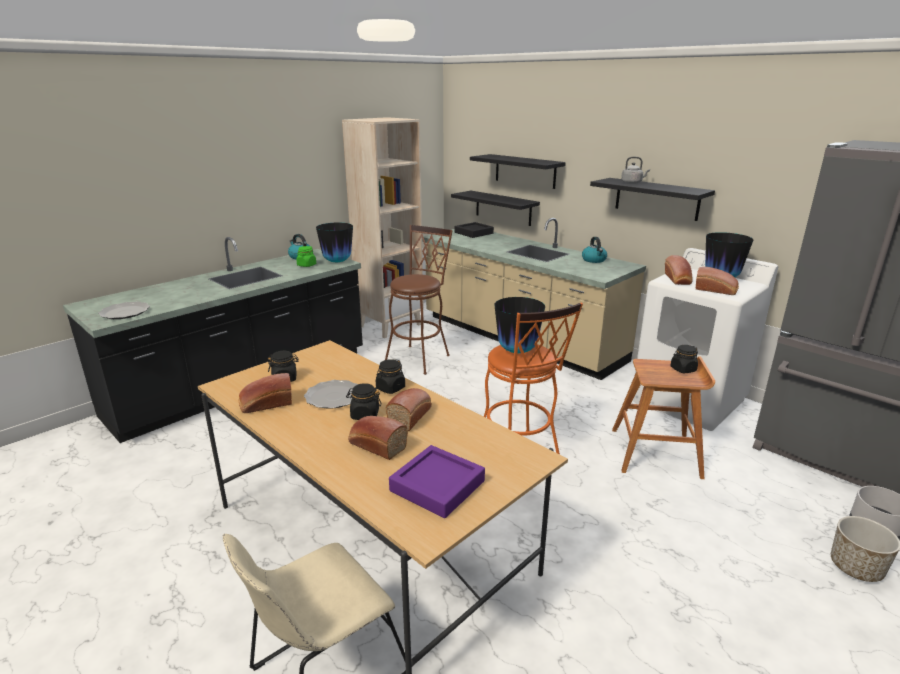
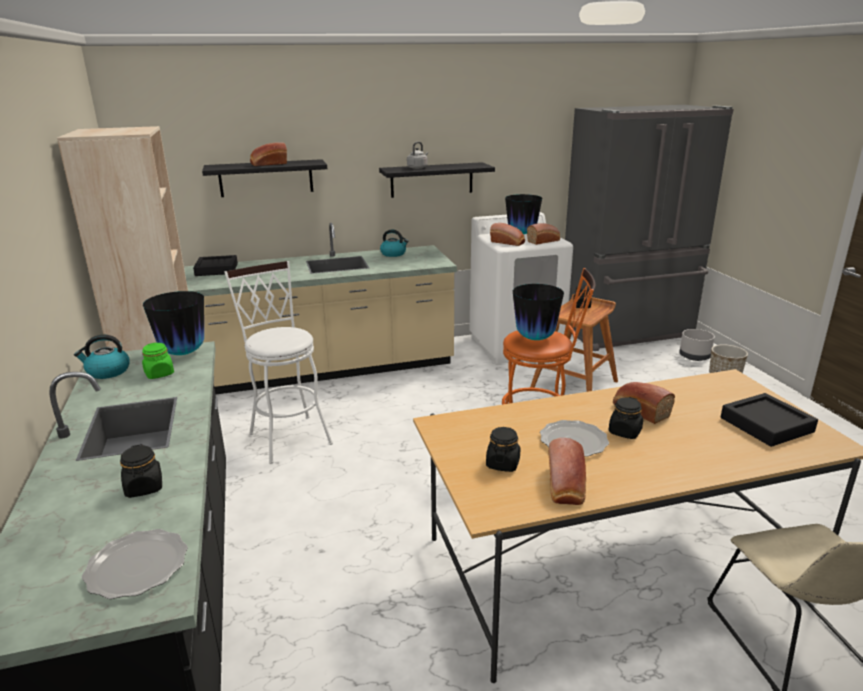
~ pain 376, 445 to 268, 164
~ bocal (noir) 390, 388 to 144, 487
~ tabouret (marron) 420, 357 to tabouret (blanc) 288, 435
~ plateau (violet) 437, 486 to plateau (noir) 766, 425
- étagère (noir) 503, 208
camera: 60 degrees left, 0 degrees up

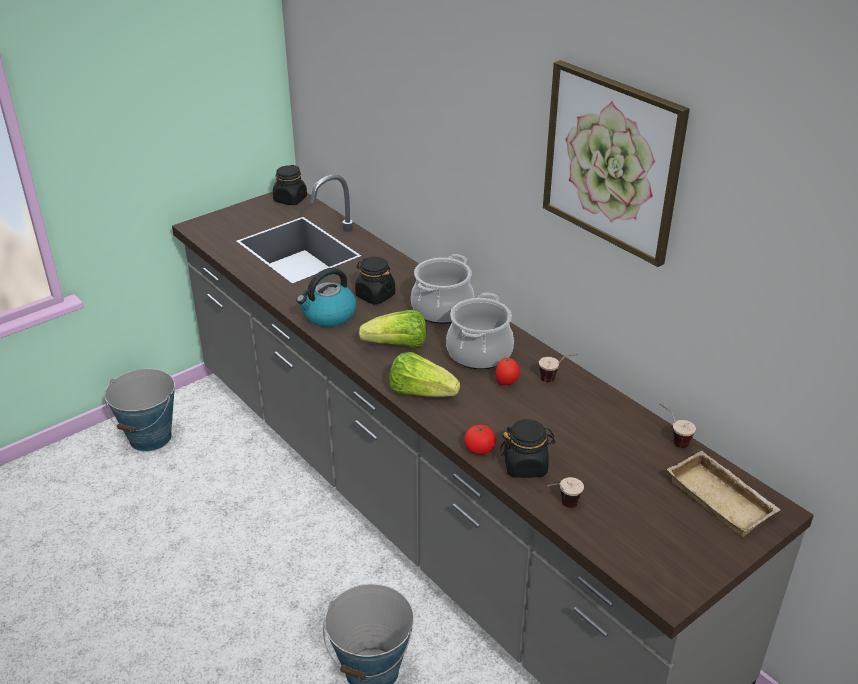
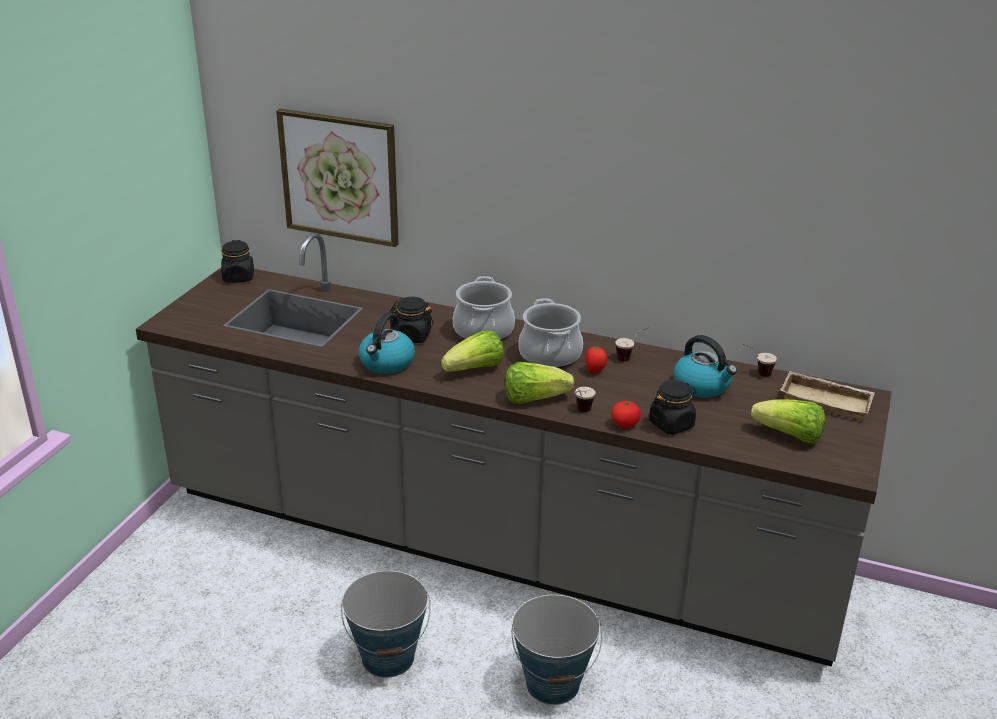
~ seau 150, 437 to 388, 658
~ tableau 612, 161 to 340, 177
~ tasse 562, 506 to 580, 413
+ bouilloire 702, 386
+ laitue 789, 436
camera: 30 degrees left, 5 degrees down

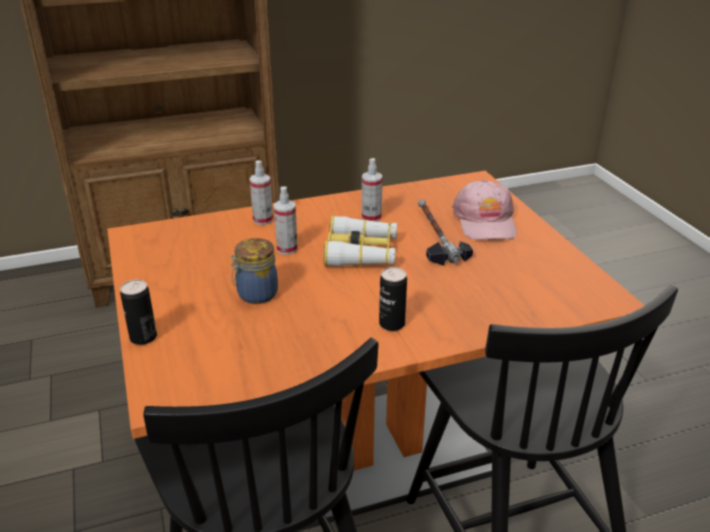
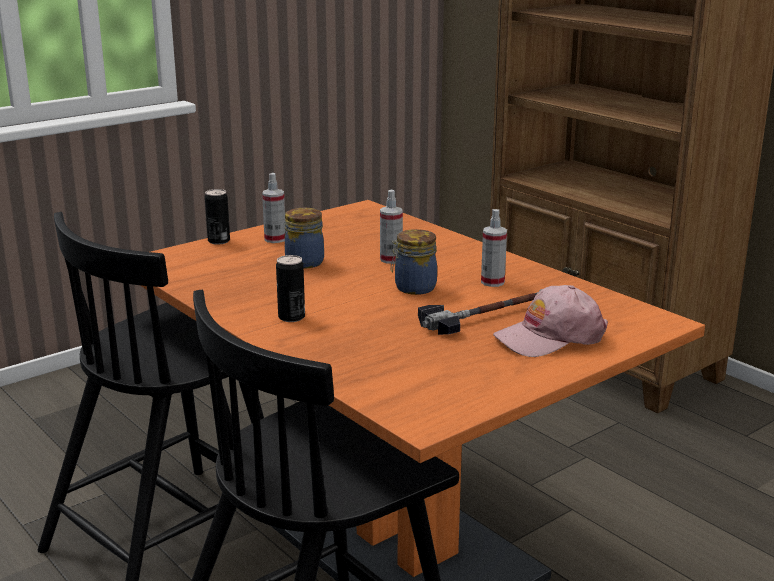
~ vaporisateur 263, 220 to 275, 239
~ jumelles 361, 252 to bocal 413, 288
camera: 70 degrees right, 10 degrees down

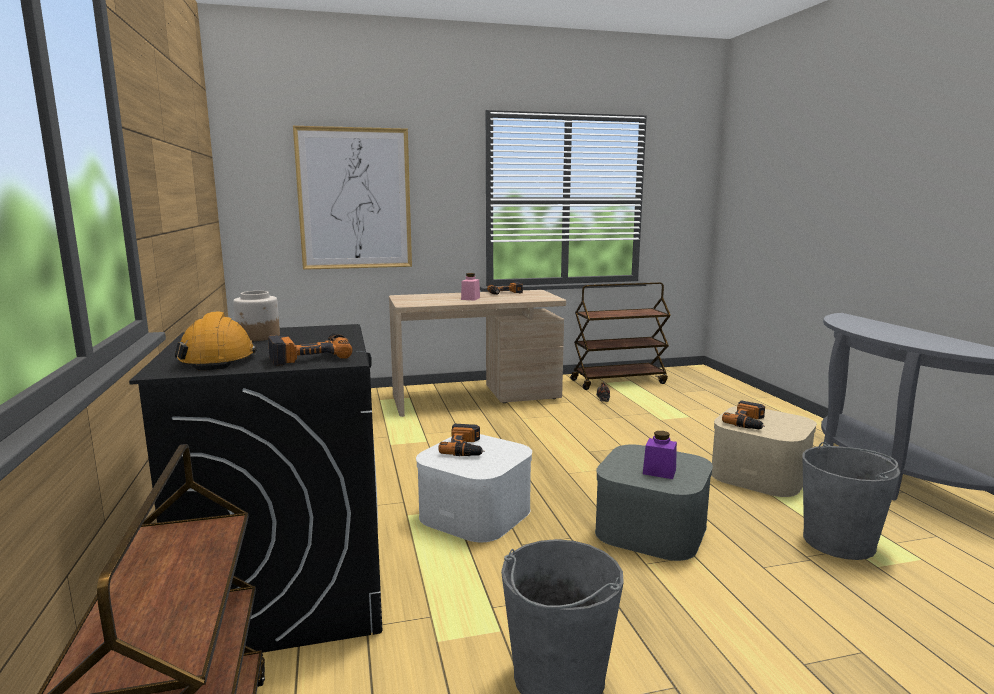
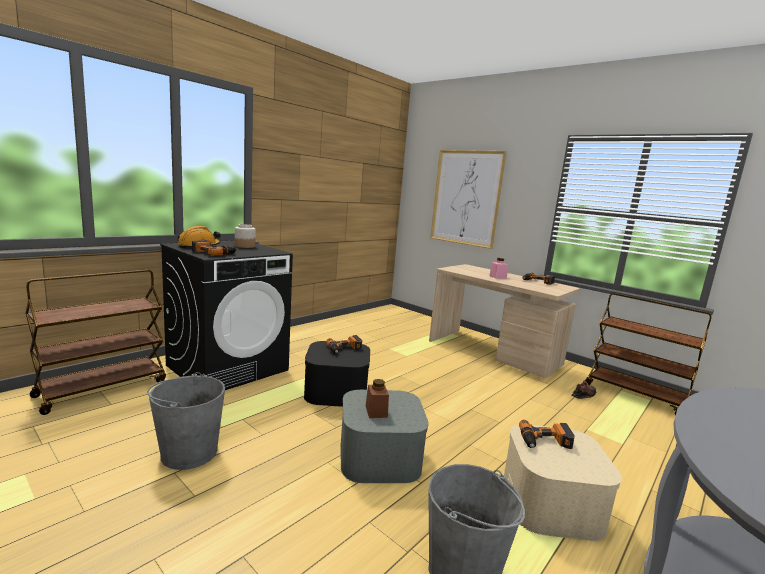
~ boîte de rangement (blanc) 475, 512 to boîte de rangement (noir) 336, 391
~ bocal (violet) 659, 472 to bocal (marron) 376, 411
camera: 55 degrees right, 0 degrees up

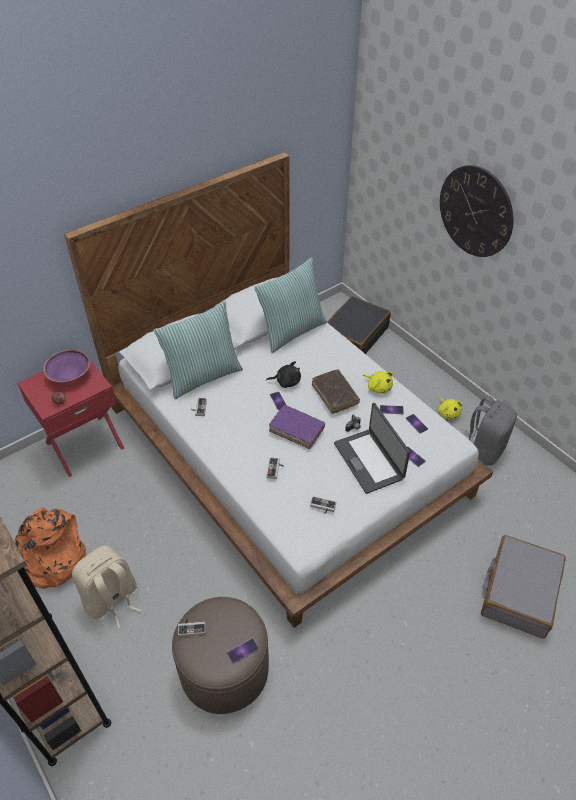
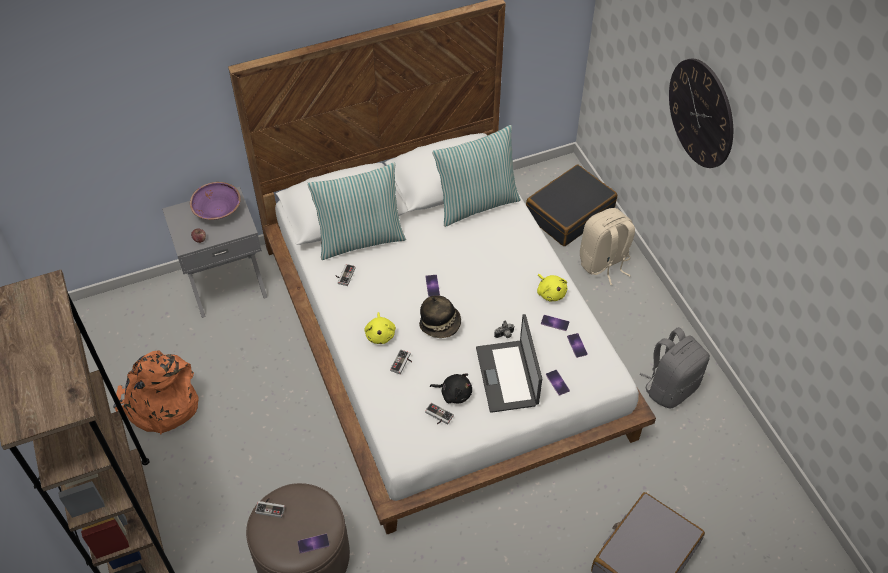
~ table de chevet (rouge) 84, 444 to table de chevet (gris) 226, 283
~ sac à dos (beige) 112, 600 to 604, 263
~ peluche (noir) 286, 381 to 454, 393
~ livre (violet) 296, 430 to chapeau 440, 324
- livre (marron) 335, 395
~ peluche (jaune) 448, 412 to 380, 334
camera: 15 degrees right, 5 degrees up

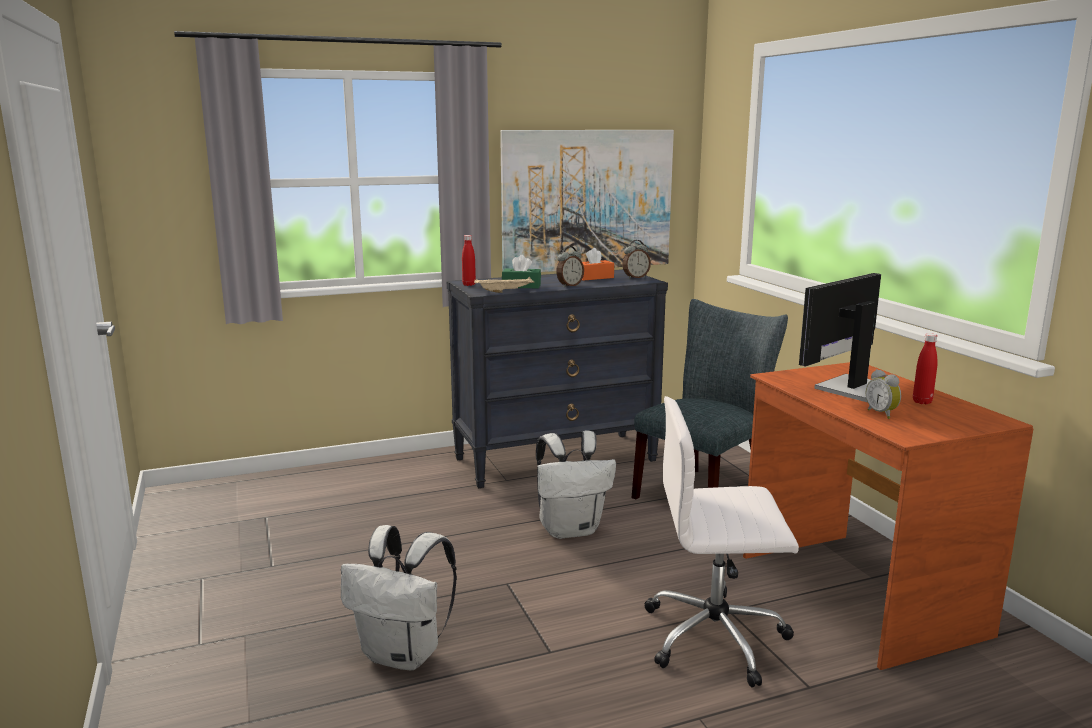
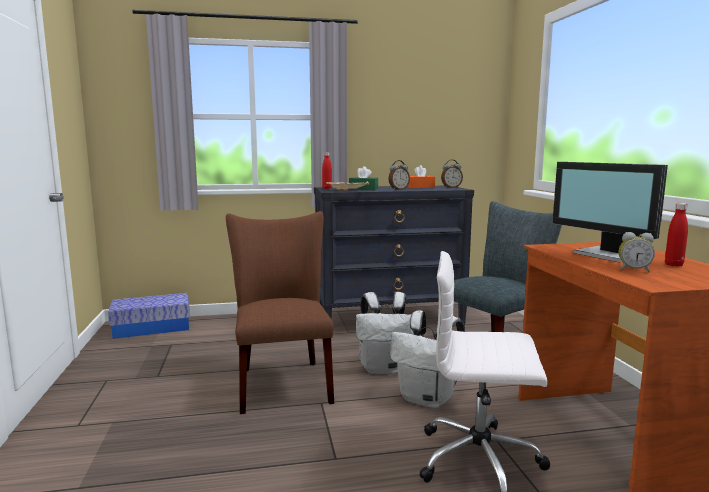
~ sac à dos (blanc) 404, 654 to 428, 399
- tableau 587, 200
~ écran d'ordinateur 852, 388 = 610, 255 90 degrees counterclockwise
~ réveil 882, 414 = 633, 270 60 degrees counterclockwise
+ boîte de rangement 152, 328
+ chaise (marron) 282, 382
camera: 10 degrees right, 5 degrees down

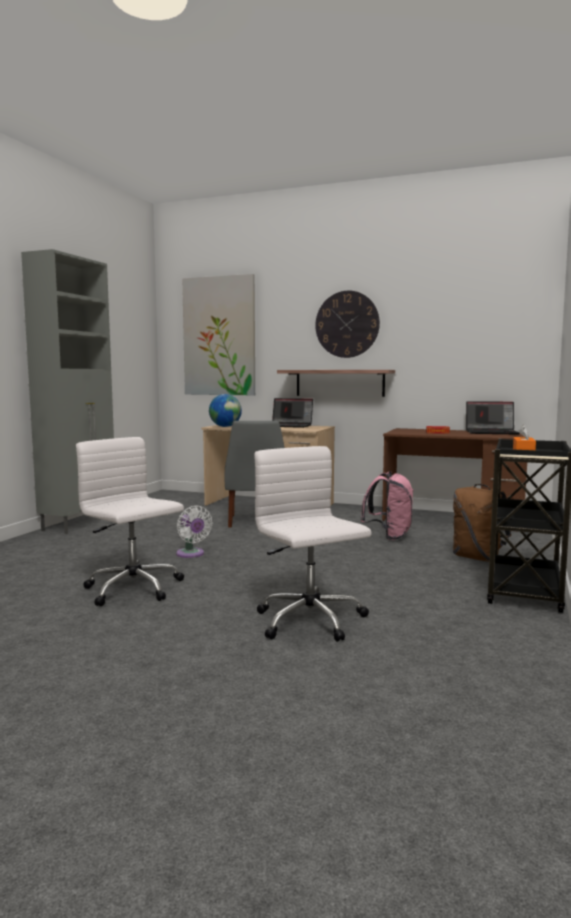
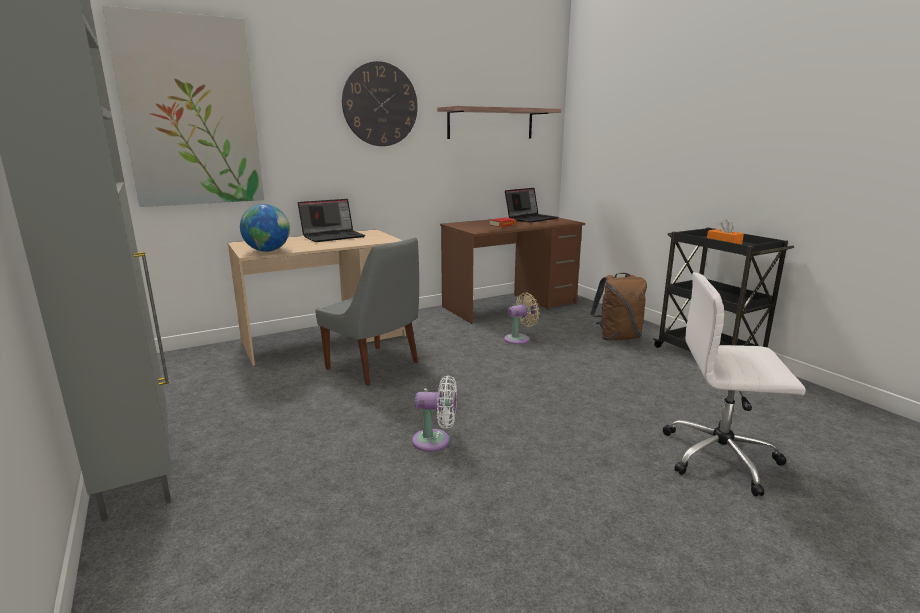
- chaise de bureau (blanc) 134, 589
~ étagère 339, 383 to 491, 123
~ sac à dos (rose) 389, 536 to ventilateur (beige) 519, 339
camera: 50 degrees left, 10 degrees up

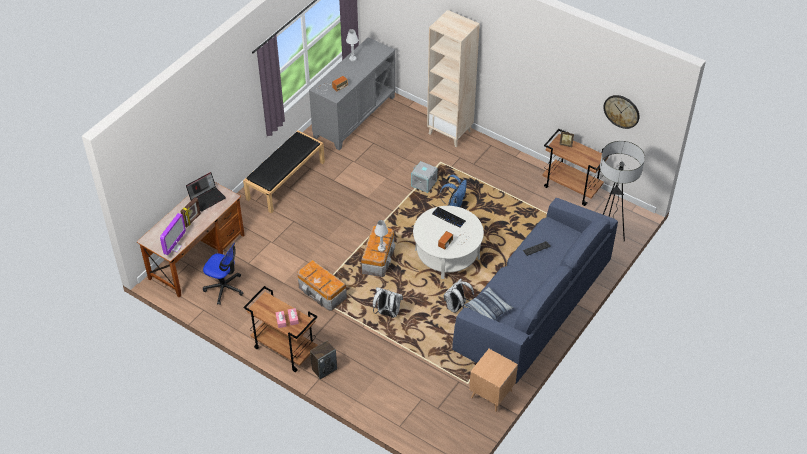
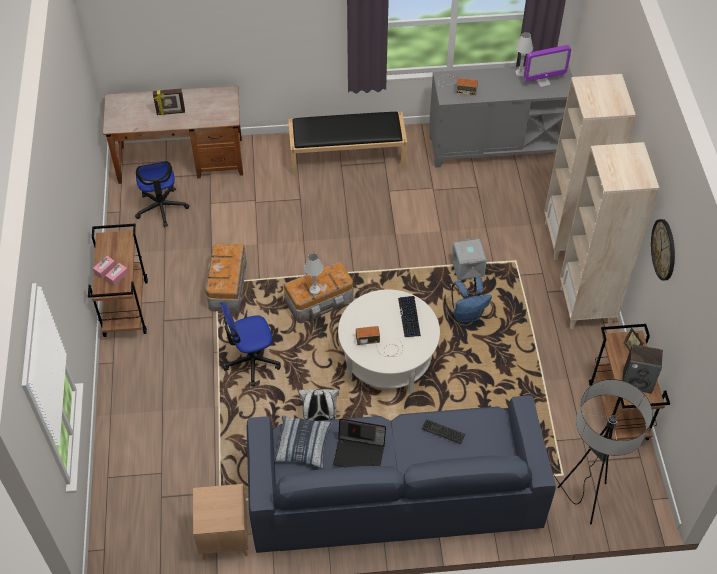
~ écran d'ordinateur 175, 247 to 543, 82
~ ordinateur portable 207, 198 to 360, 453
~ enceinte 324, 369 to 637, 381
~ sac à dos (blanc) 387, 313 to chaise de bureau 252, 361
~ horloge murale 621, 111 to 664, 249
+ bibliothèque (beige) 586, 307
camera: 50 degrees right, 5 degrees up

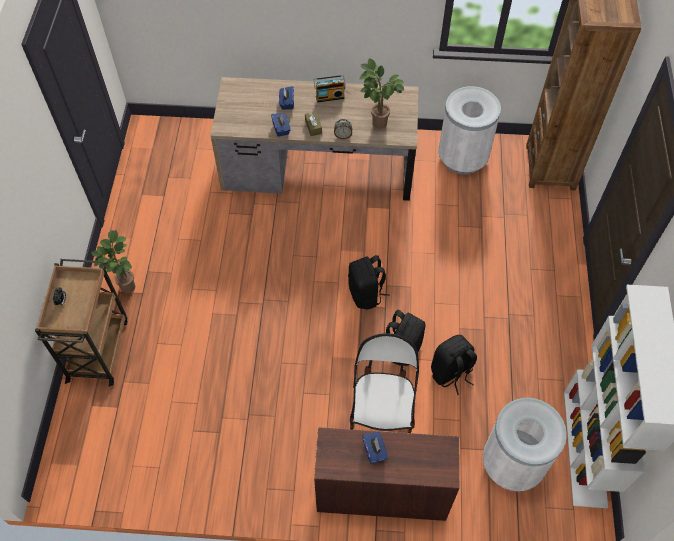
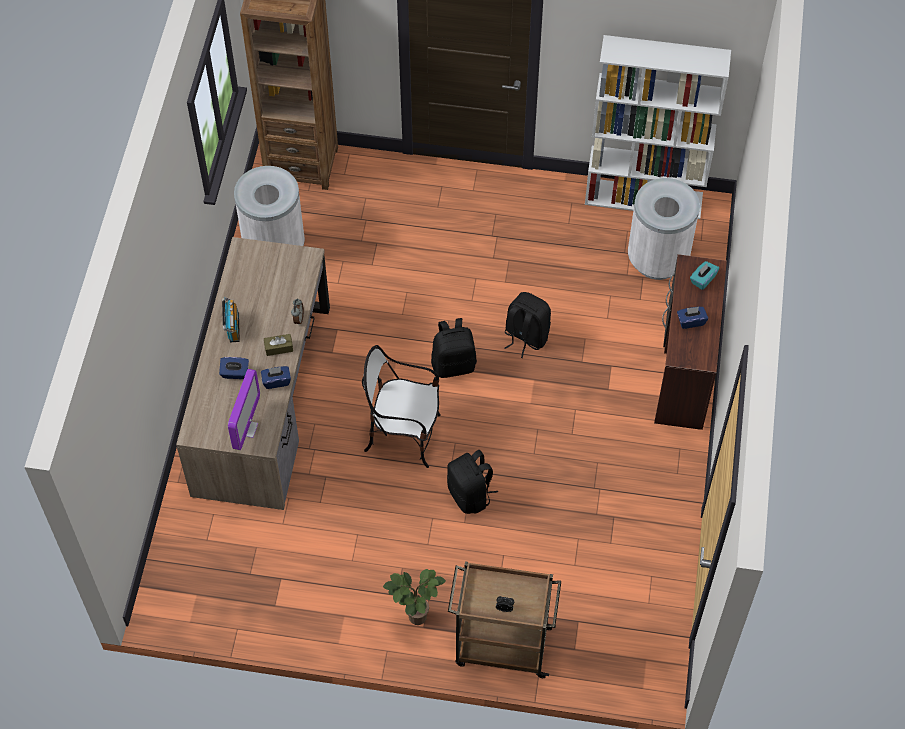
~ chaise 381, 418 to 404, 435
- plante en pot 377, 123
~ sac à dos (noir) 451, 373 to 470, 495
+ écran d'ordinateur 246, 428
+ boîte à mouchoirs (turquoise) 702, 279
camera: 85 degrees left, 0 degrees up

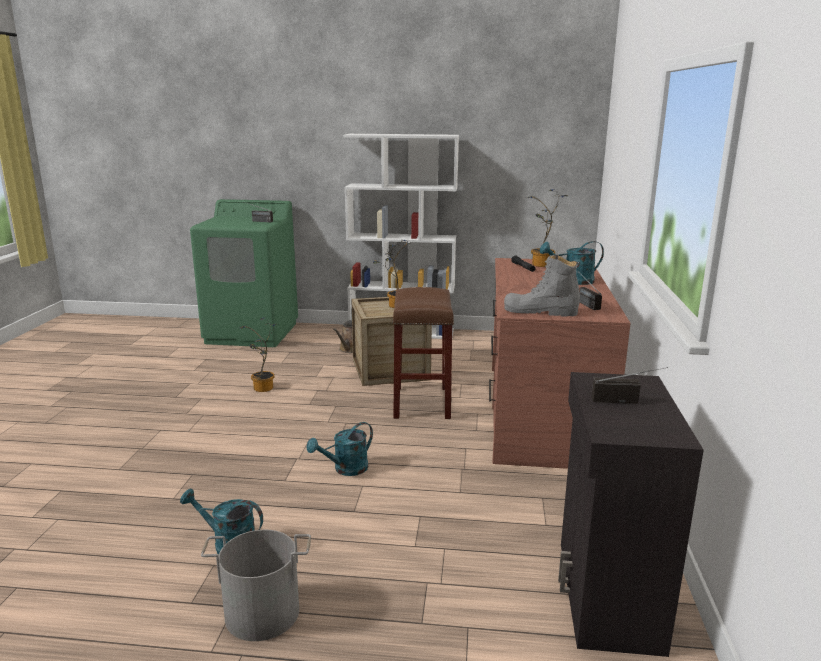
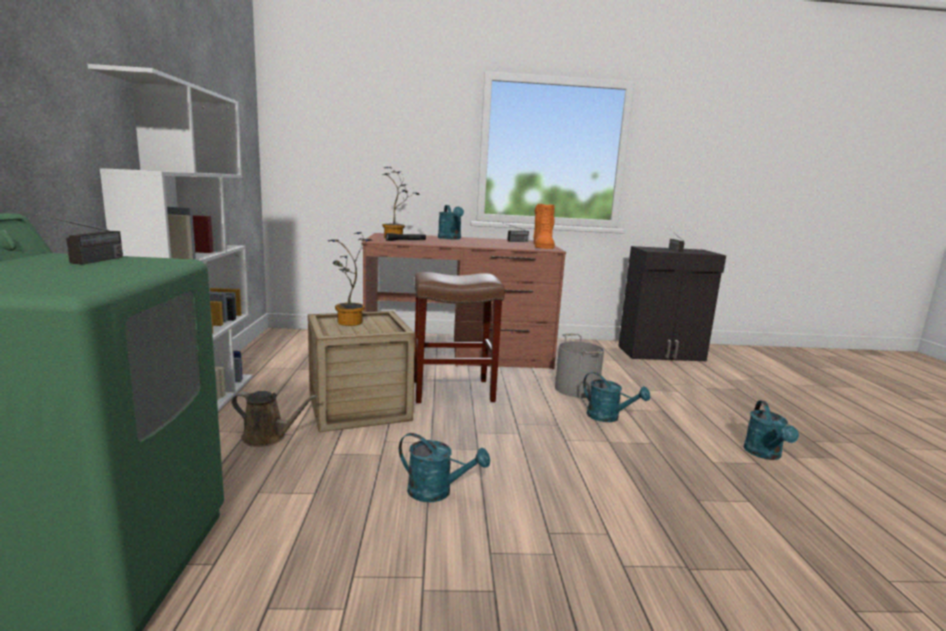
~ seau (gris) 262, 614 to 577, 389
~ plante en pot 263, 389 to arrosoir (turquoise) 437, 492
~ botte (gris) 540, 311 to botte (orange) 542, 246
camera: 100 degrees left, 5 degrees down

